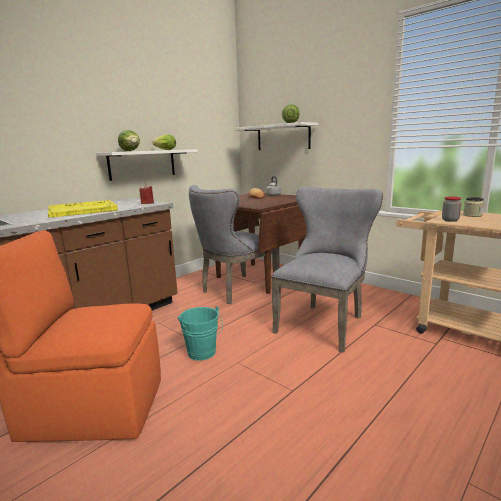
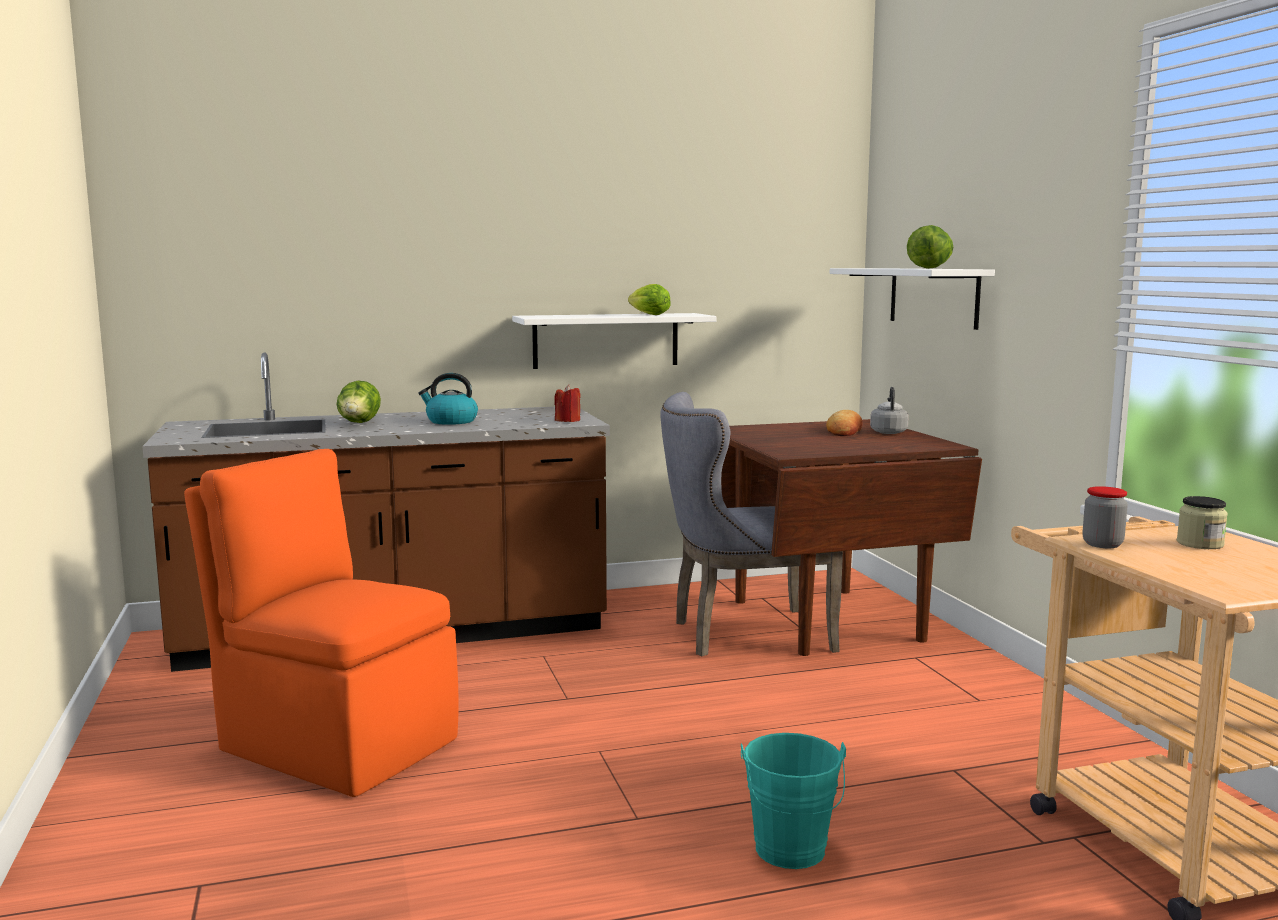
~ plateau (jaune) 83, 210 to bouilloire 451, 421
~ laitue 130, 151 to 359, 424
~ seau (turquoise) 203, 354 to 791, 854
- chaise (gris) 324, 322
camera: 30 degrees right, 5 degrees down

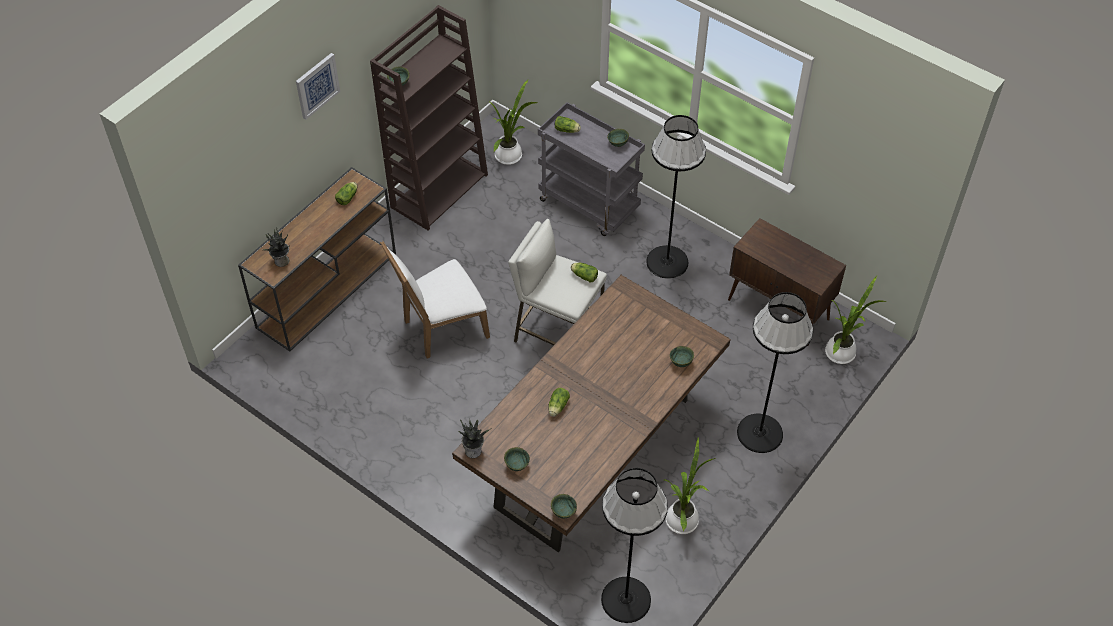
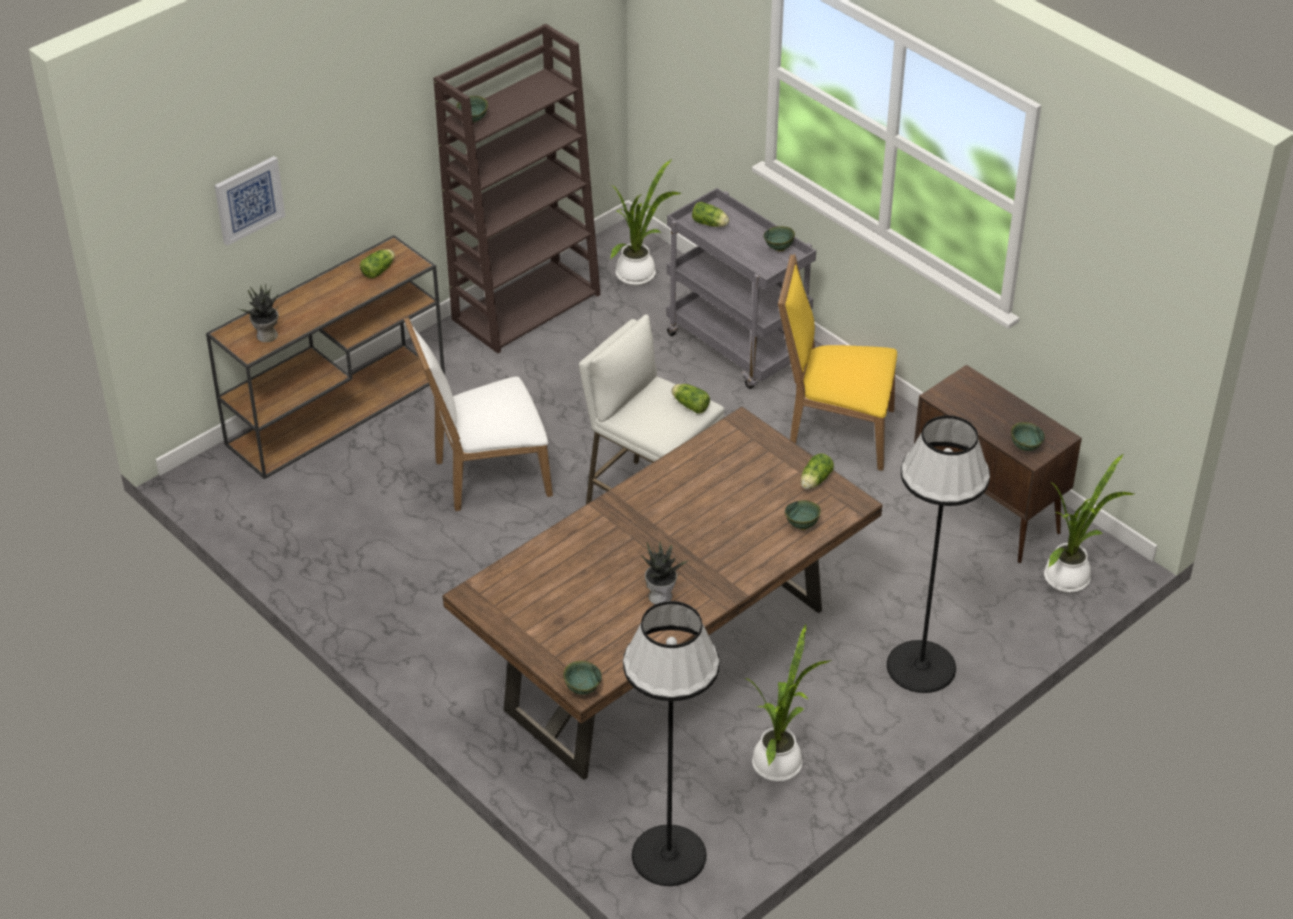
~ tableau 317, 85 to 248, 199
~ plante en pot 473, 450 to 661, 596
~ bol (vert) 516, 465 to 1025, 447
~ laitue 557, 407 to 814, 481
~ lampadaire (noir) 667, 261 to chaise (jaune) 834, 431
camera: 10 degrees right, 10 degrees down

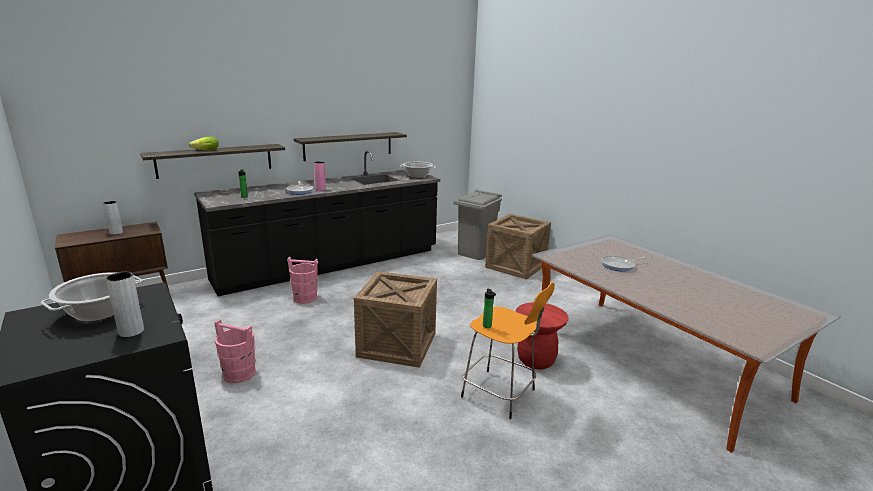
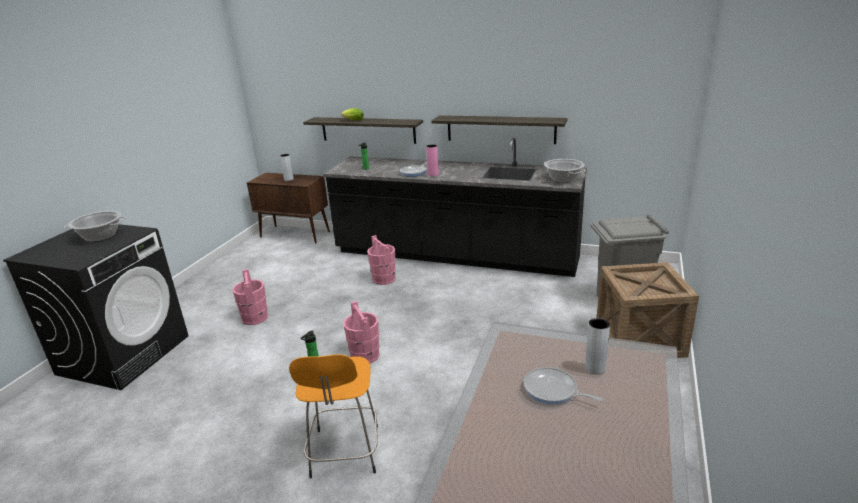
~ vase (gris) 131, 331 to 595, 368
~ caisse 397, 344 to seau (rose) 365, 356
- tabouret (rouge) 536, 360
camera: 55 degrees right, 5 degrees up

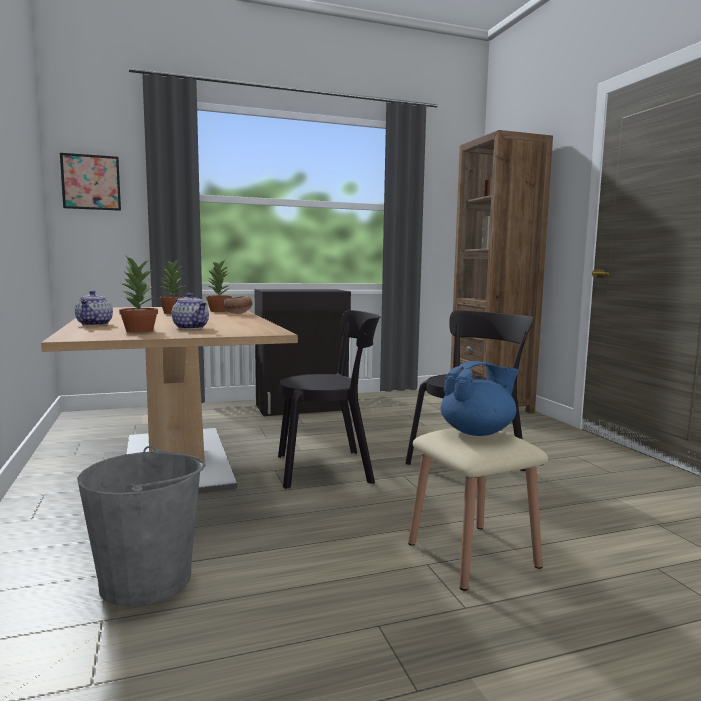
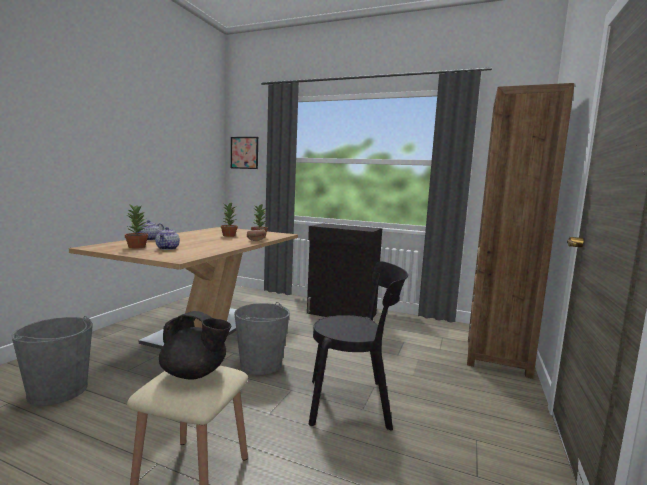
~ chaise (noir) 329, 468 to seau (gris) 261, 364
~ théière (bleu) 478, 432 to théière (noir) 195, 374
camera: 40 degrees right, 0 degrees up

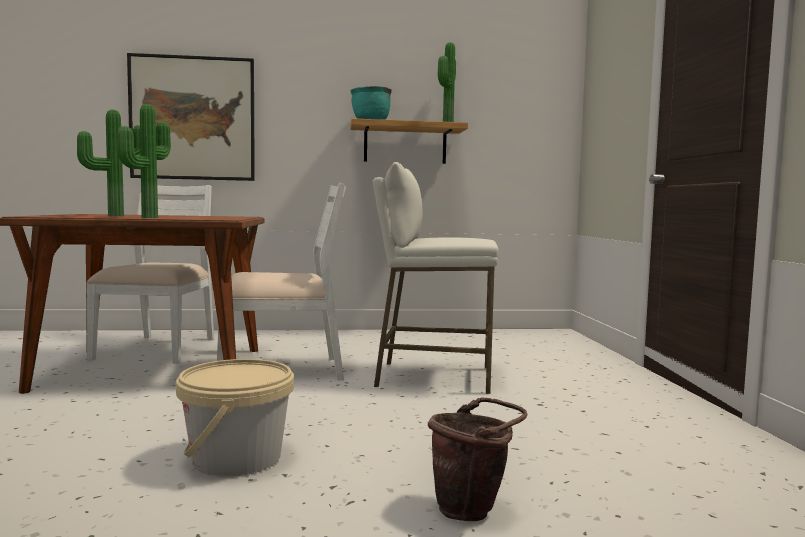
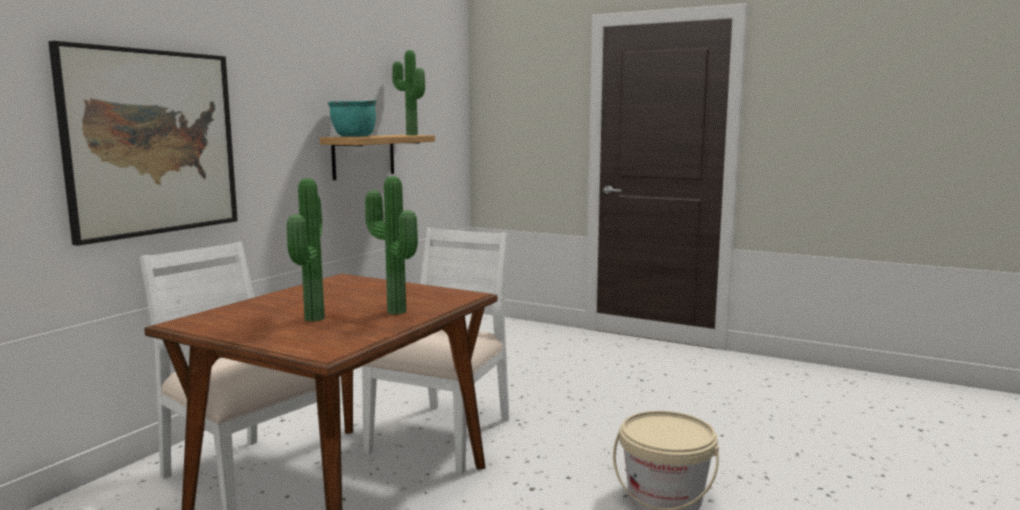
- tabouret (blanc) 433, 377
- seau (marron) 472, 510
camera: 55 degrees left, 5 degrees up

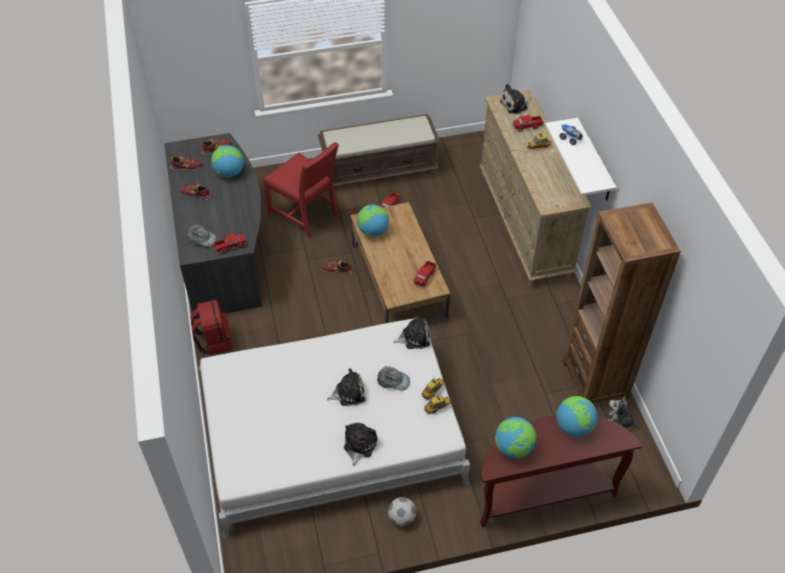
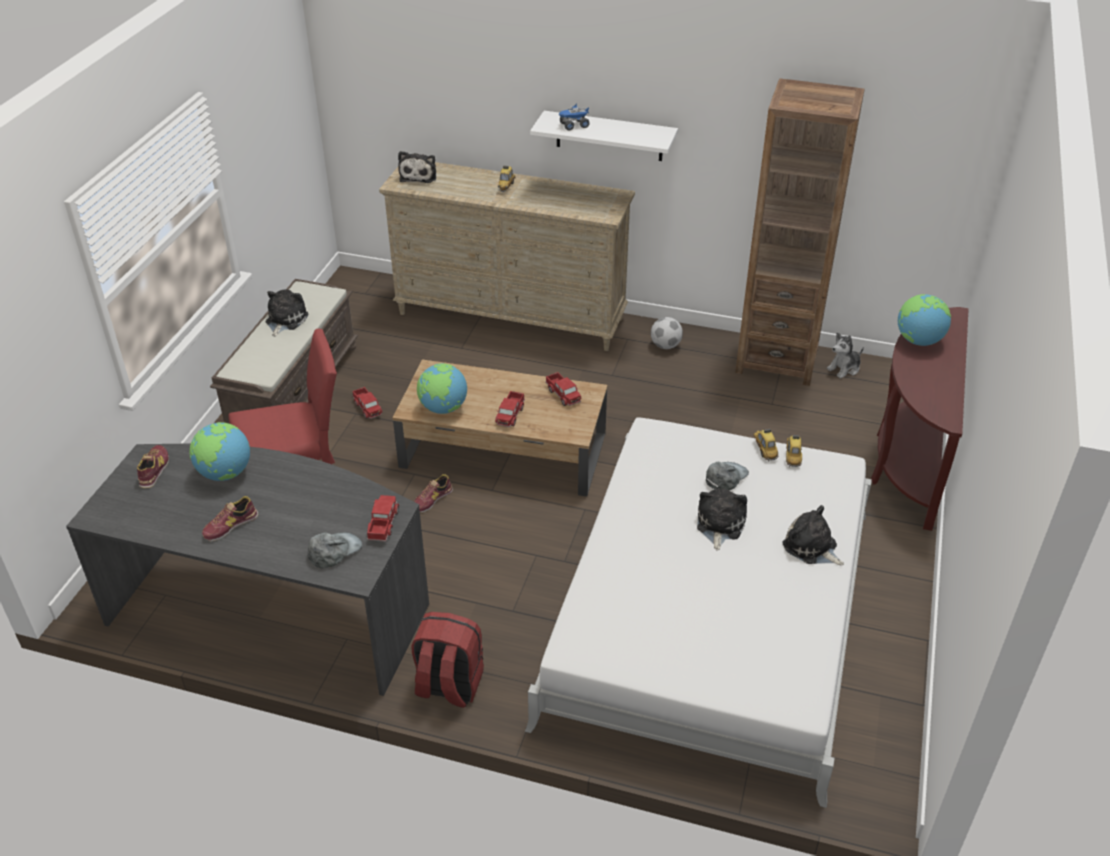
- chaussure 186, 166
~ ballon de foot 402, 517 to 665, 345
~ peluche 414, 337 to 285, 320
- globe 513, 448
~ camion jouet 527, 126 to 510, 414
camera: 60 degrees left, 10 degrees down

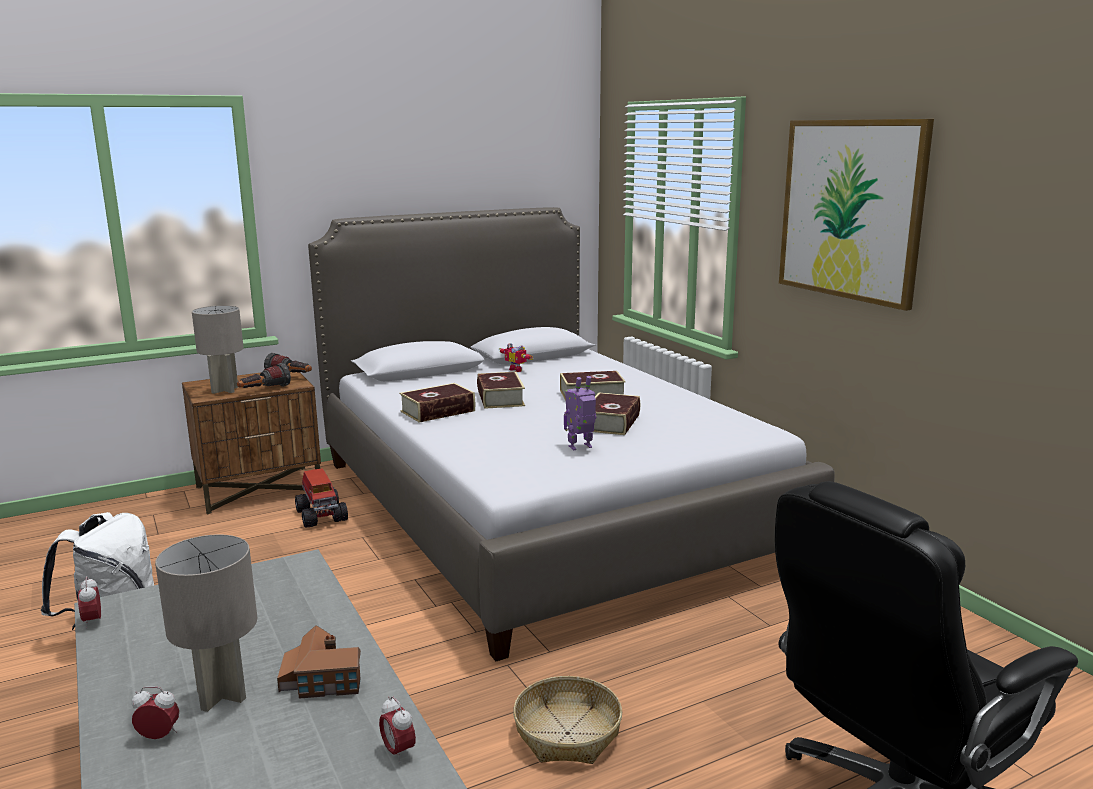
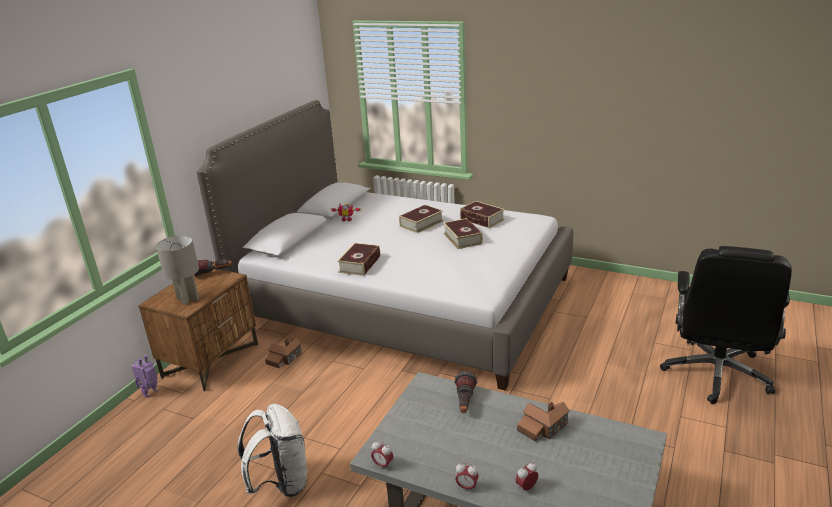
- lampe de table (gris) 220, 695
~ lampe de poche 264, 390 to 465, 403
~ camion jouet 321, 515 to maison miniature 284, 358
~ réveil 398, 751 to 467, 487
~ livre 500, 398 to 482, 219
- panier 568, 733
~ robot jouet 580, 447 to 151, 393
- tableau 850, 209
camera: 35 degrees left, 10 degrees up

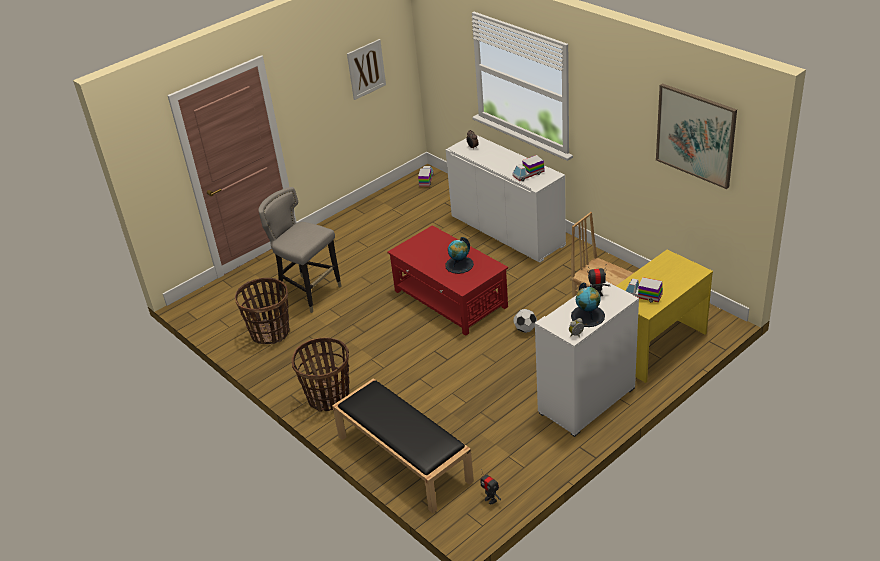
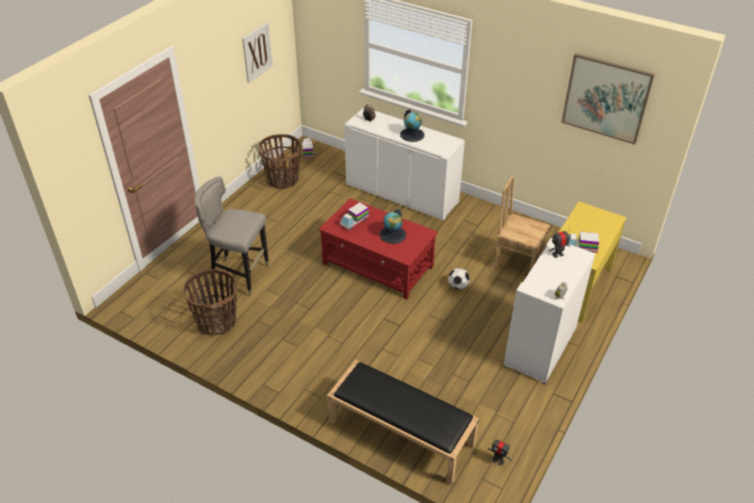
~ panier 328, 397 to 283, 180
~ camion jouet 528, 174 to 354, 222
~ globe 588, 316 to 412, 134
camera: 20 degrees left, 5 degrees up

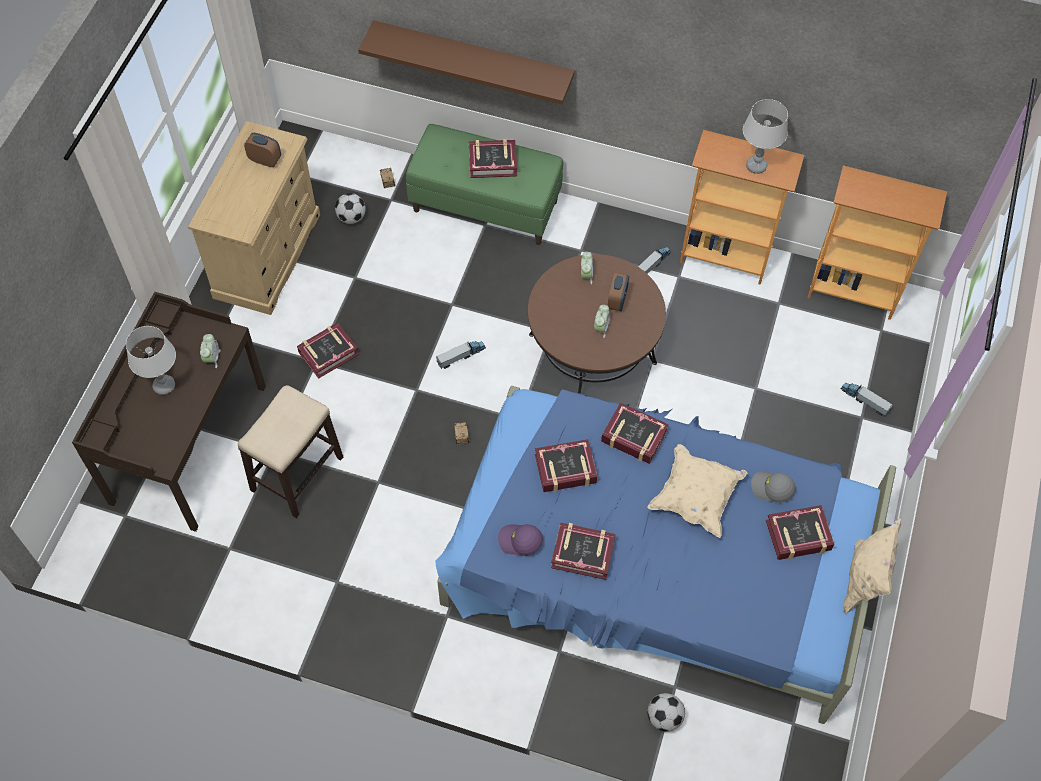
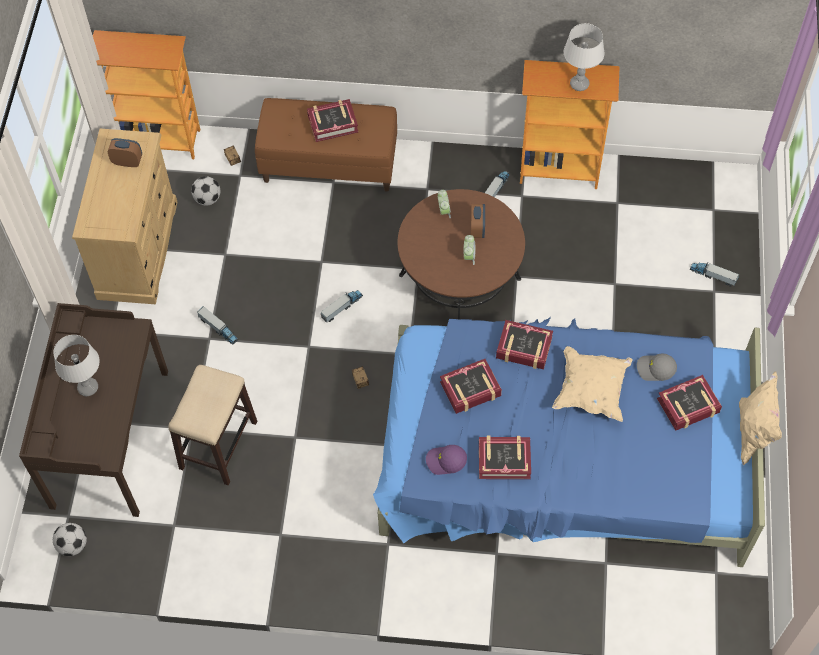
- réveil 212, 358
~ livre 328, 353 to camion jouet 218, 329
- étagère (marron) 473, 57
~ banc (vert) 486, 205 to banc (marron) 330, 164
~ ballon de foot 663, 717 to 72, 545
~ bibliothèque 853, 291 to 160, 141
camera: 10 degrees left, 0 degrees up

